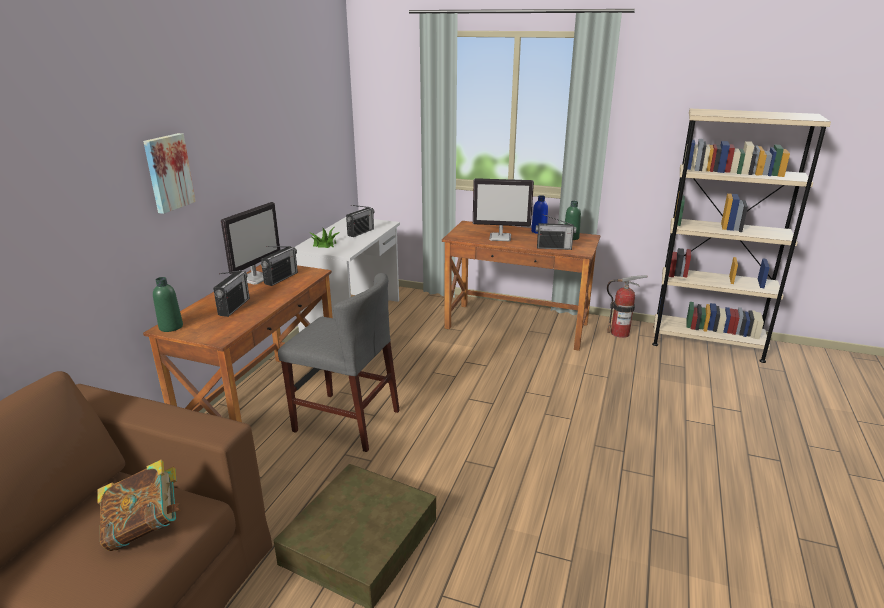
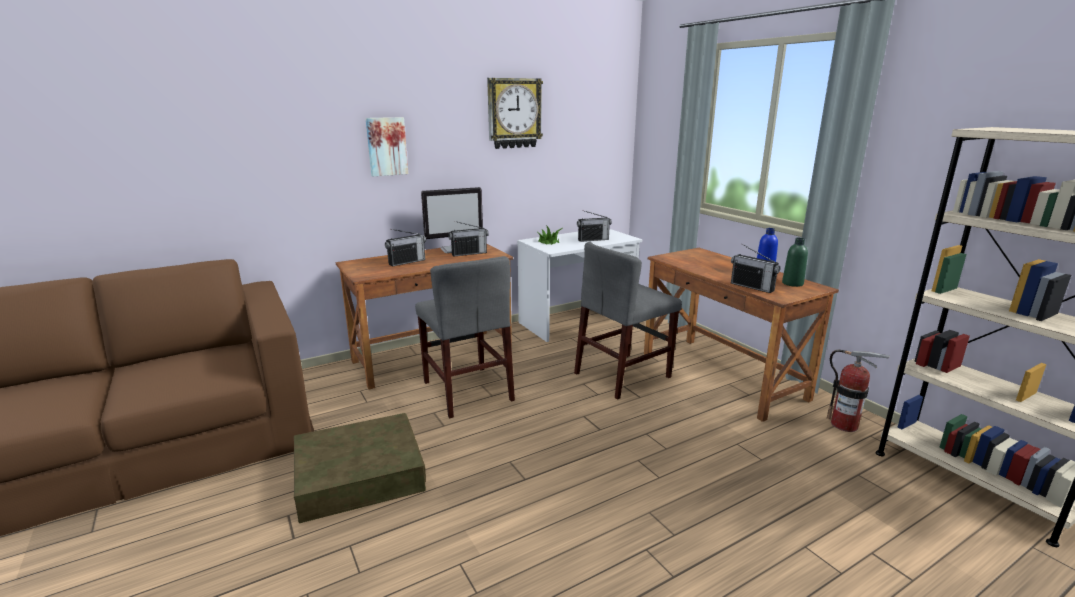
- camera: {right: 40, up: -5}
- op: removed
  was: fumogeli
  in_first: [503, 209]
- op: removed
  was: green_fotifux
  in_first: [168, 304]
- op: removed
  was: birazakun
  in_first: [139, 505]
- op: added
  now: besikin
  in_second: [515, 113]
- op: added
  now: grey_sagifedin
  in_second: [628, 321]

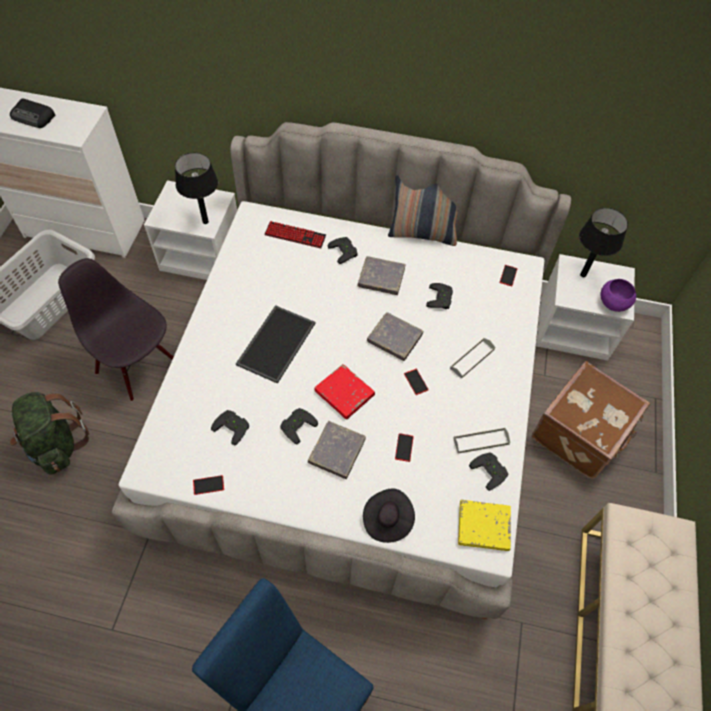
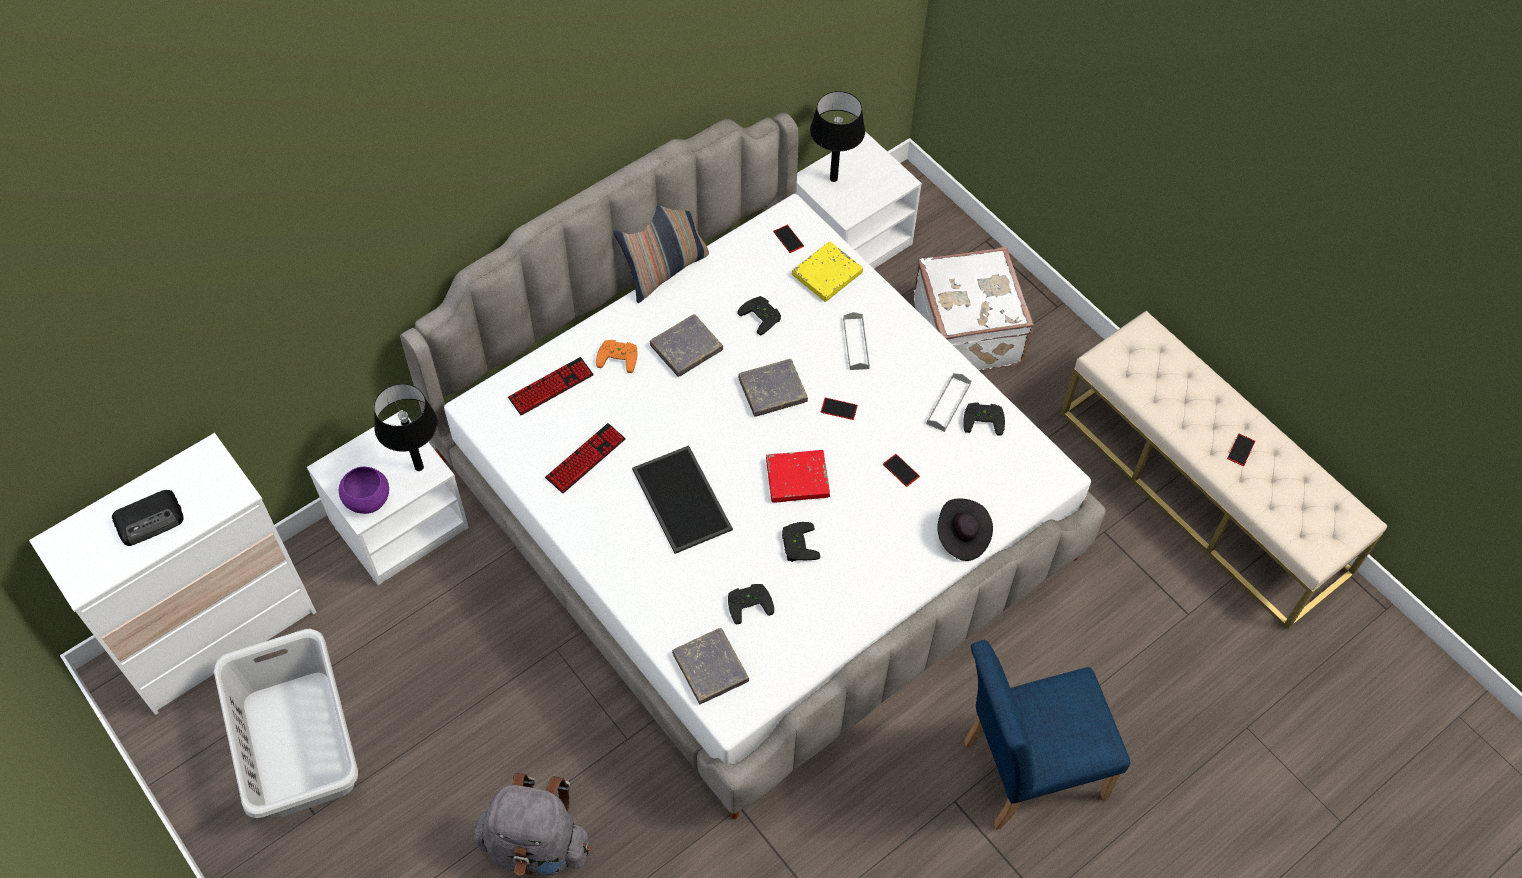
- camera: {right: -50, up: 0}
- op: recoloured
  was: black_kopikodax
  now: orange_kopikodax
  in_first: [342, 250]
  in_second: [617, 356]
- op: removed
  was: black_sagifedin
  in_first: [115, 329]
- op: moved
  was: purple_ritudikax
  in_first: [618, 295]
  in_second: [364, 490]
- op: recoloured
  was: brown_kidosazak
  now: white_kidosazak
  in_first: [591, 420]
  in_second: [973, 309]
- op: recoloured
  was: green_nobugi
  now: grey_nobugi
  in_first: [49, 433]
  in_second: [532, 824]
- op: moved
  was: grey_birazakun
  in_first: [337, 450]
  in_second: [710, 666]
- op: moved
  was: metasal
  in_first: [208, 485]
  in_second: [1241, 450]
- op: moved
  was: yellow_birazakun
  in_first: [484, 525]
  in_second: [827, 271]
- op: added
  now: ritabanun
  in_second: [585, 458]

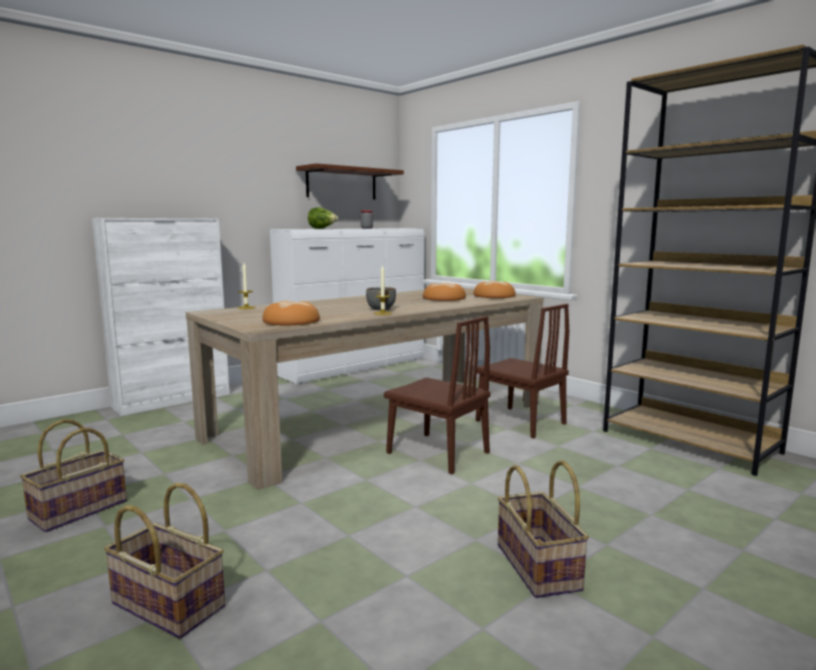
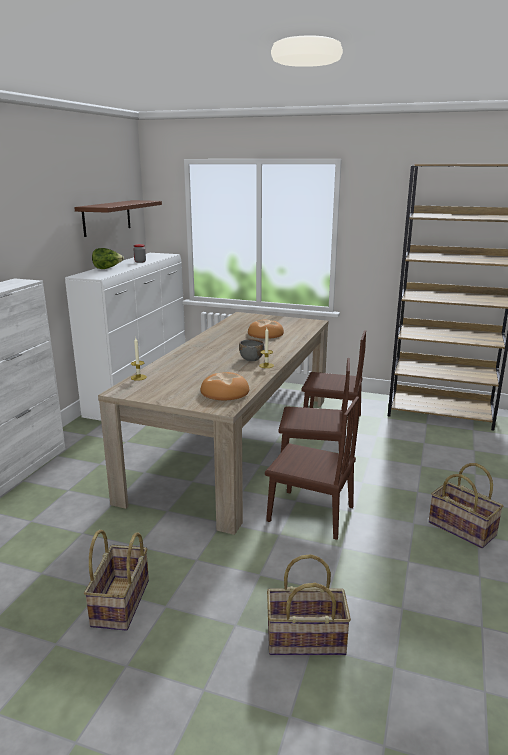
- camera: {right: -30, up: 10}
- op: removed
  was: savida
  in_first: [494, 289]
- op: added
  now: brown_sagifedin
  in_second: [312, 468]

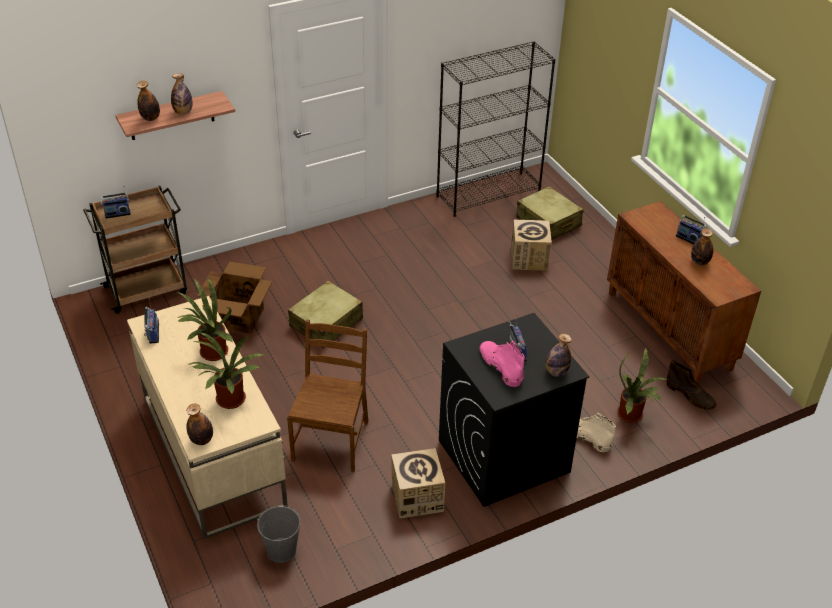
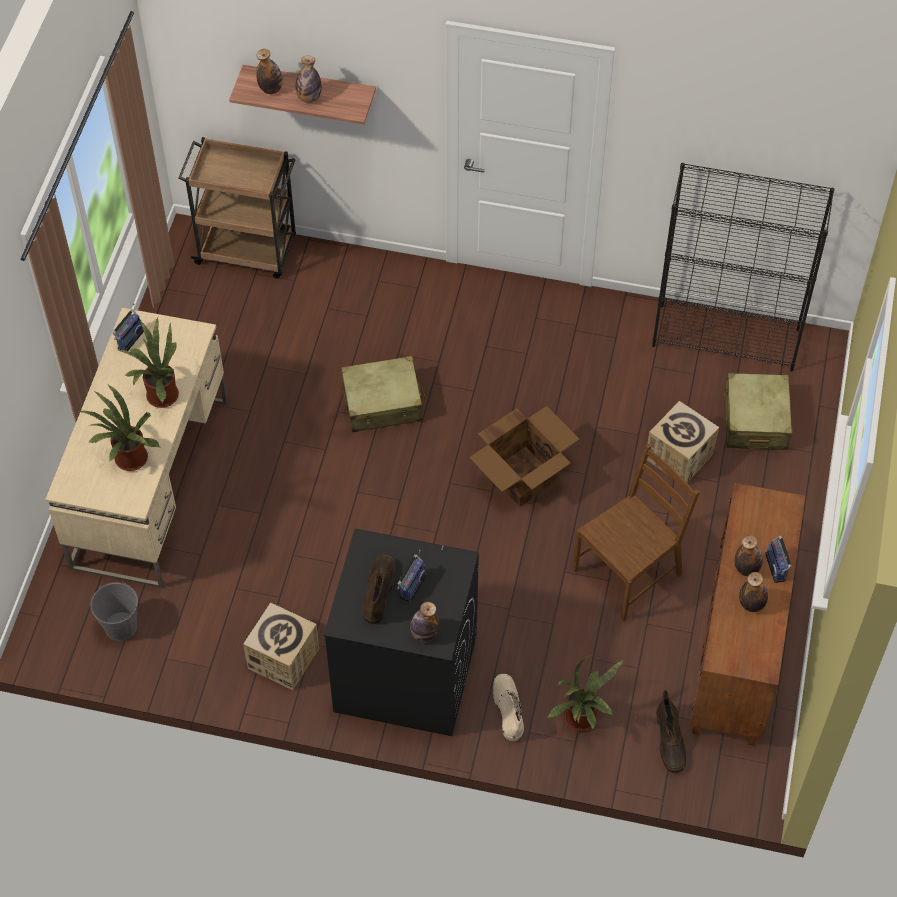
- camera: {right: 40, up: 15}
- op: removed
  was: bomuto
  in_first: [115, 202]
- op: moved
  was: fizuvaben
  in_first: [234, 298]
  in_second: [524, 456]
- op: moved
  was: brown_sagifedin
  in_first: [327, 395]
  in_second: [636, 532]
- op: recoloured
  was: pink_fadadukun
  now: brown_fadadukun
  in_first: [502, 363]
  in_second: [378, 589]
- op: moved
  was: fotifux
  in_first: [200, 424]
  in_second: [749, 555]

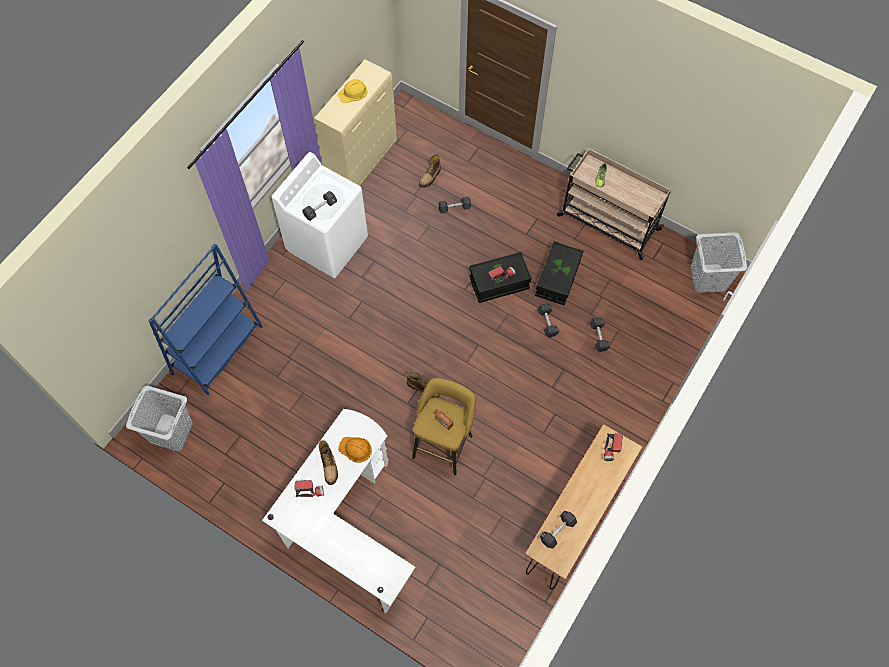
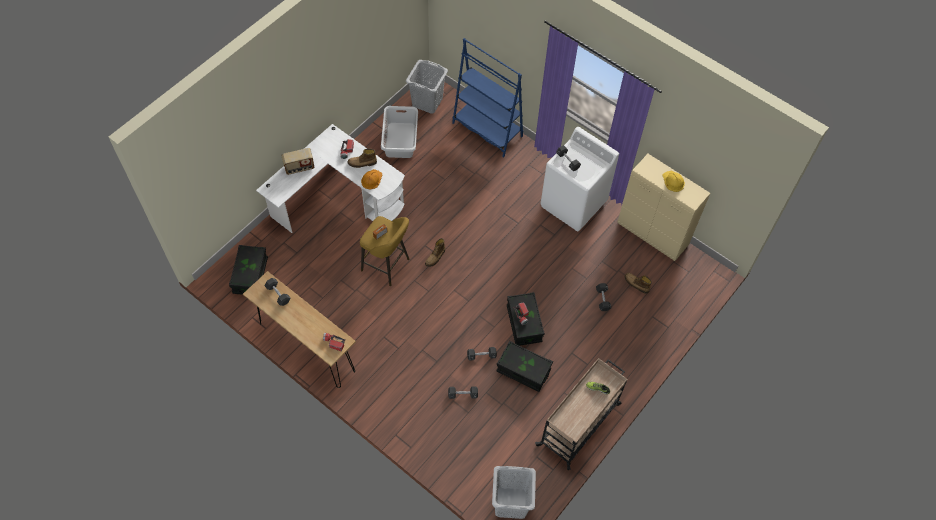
- camera: {right: 95, up: -5}
- op: added
  now: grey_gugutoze
  in_second: [399, 132]
- op: added
  now: bomuto
  in_second: [297, 161]
- op: added
  now: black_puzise
  in_second: [248, 270]

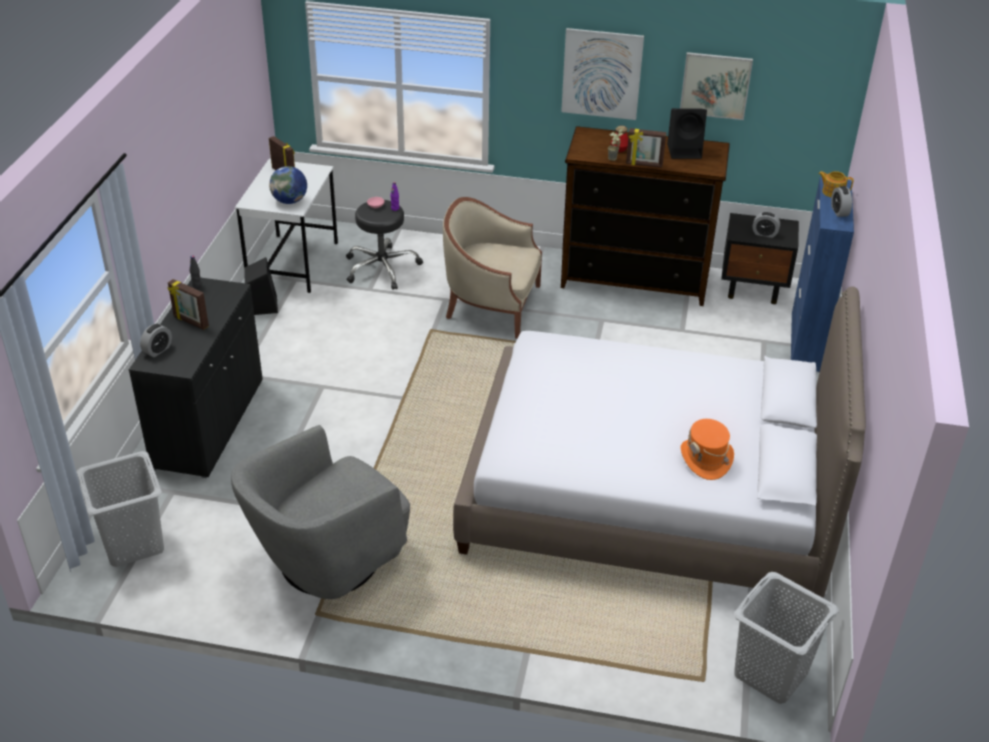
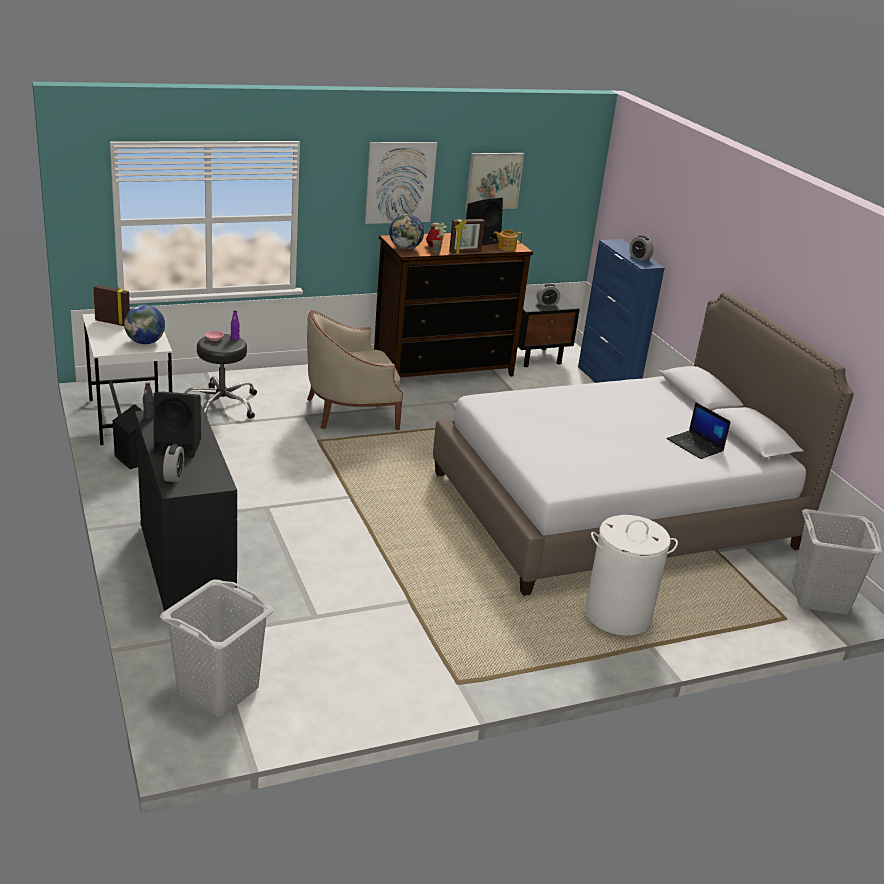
- camera: {right: -35, up: -10}
- op: moved
  was: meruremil
  in_first: [836, 184]
  in_second: [508, 240]
- op: replaced
  was: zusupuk
  now: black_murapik
  in_first: [188, 304]
  in_second: [177, 425]
- op: replaced
  was: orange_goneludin
  now: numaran
  in_first: [707, 449]
  in_second: [699, 430]
- op: removed
  was: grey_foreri
  in_first: [320, 512]
- op: added
  now: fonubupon
  in_second: [406, 232]
- op: added
  now: white_gugutoze
  in_second: [631, 575]

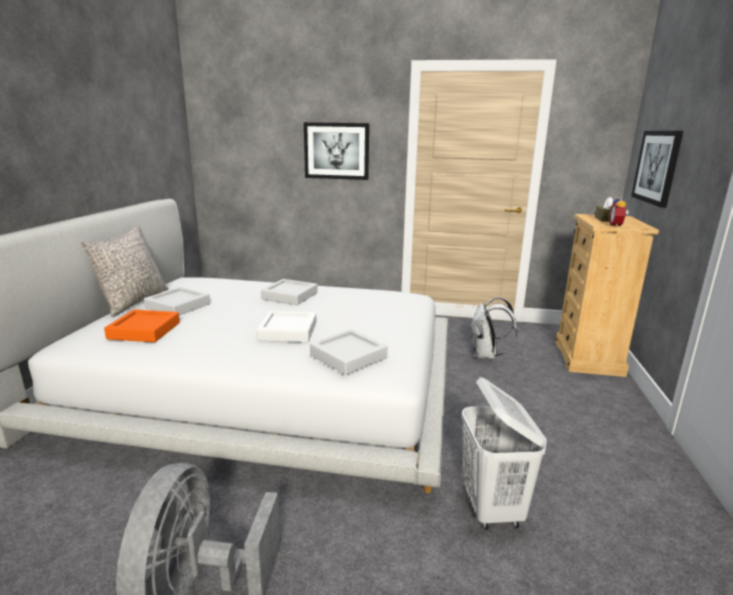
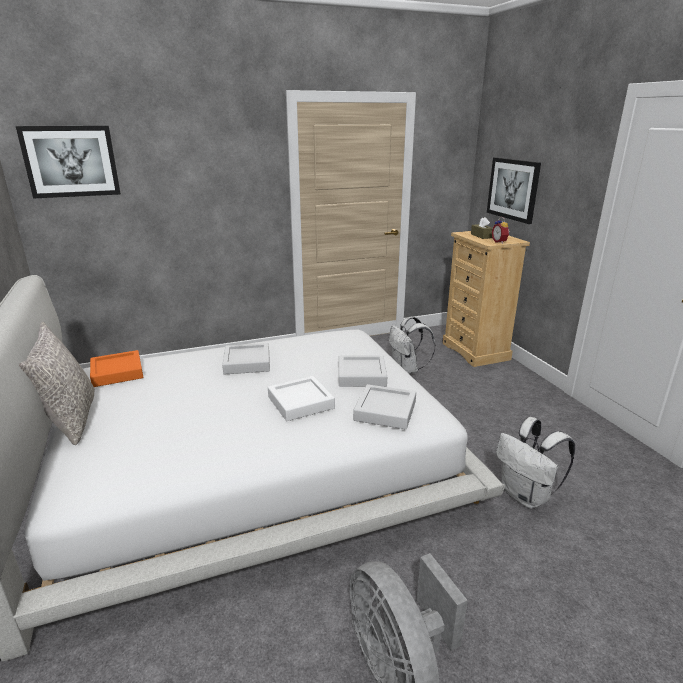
- camera: {right: -30, up: 5}
- op: moved
  was: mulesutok
  in_first: [336, 151]
  in_second: [68, 162]
- op: moved
  was: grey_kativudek
  in_first: [177, 301]
  in_second: [363, 371]
- op: moved
  was: orange_kativudek
  in_first: [142, 326]
  in_second: [116, 368]
- op: replaced
  was: white_gugutoze
  now: white_nobugi
  in_first: [504, 453]
  in_second: [535, 463]

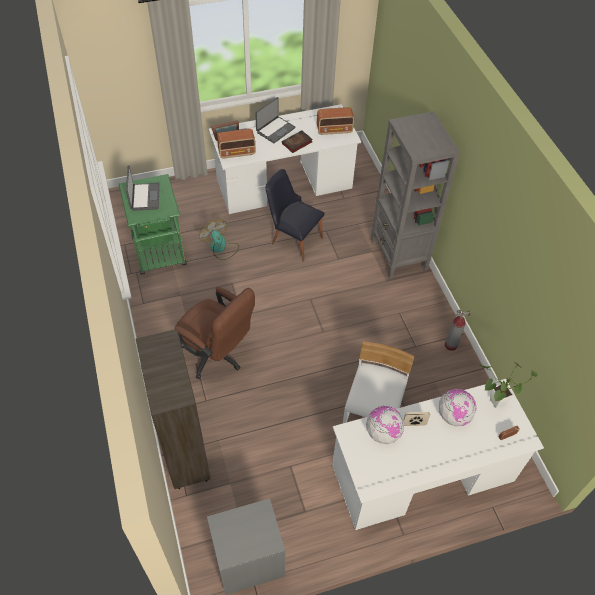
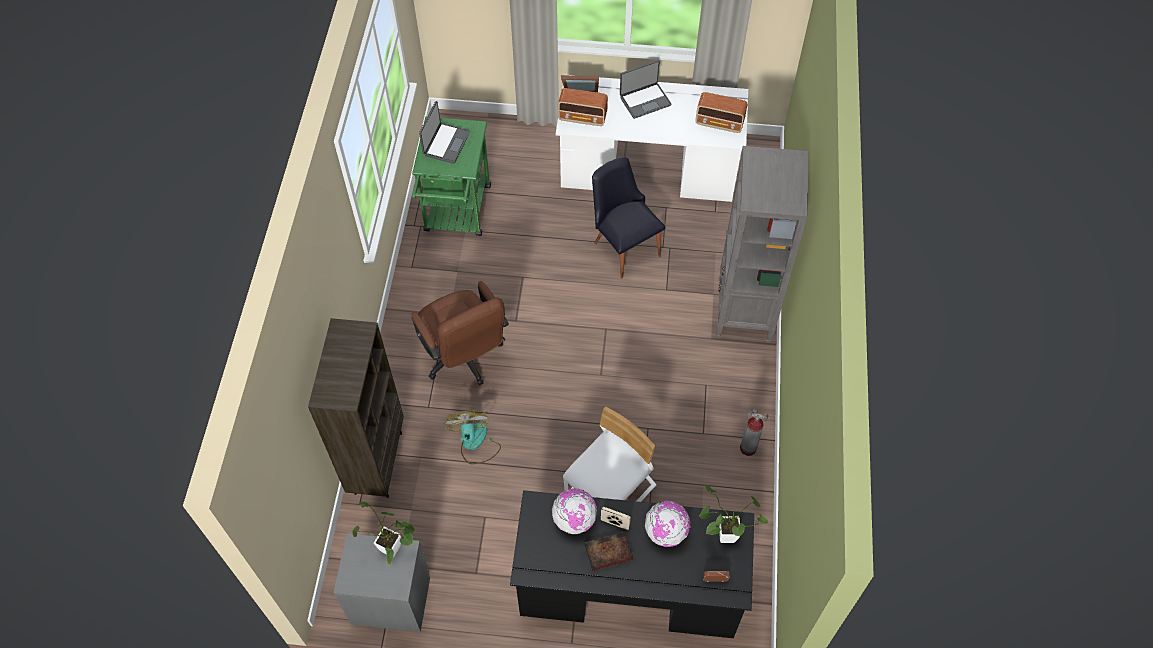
- camera: {right: 25, up: 5}
- op: moved
  was: birazakun
  in_first: [297, 141]
  in_second: [608, 551]
- op: moved
  was: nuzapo
  in_first: [219, 239]
  in_second: [472, 438]
- op: recoloured
  was: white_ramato
  now: black_ramato
  in_first: [438, 454]
  in_second: [632, 564]
- op: added
  now: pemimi
  in_second: [383, 534]

